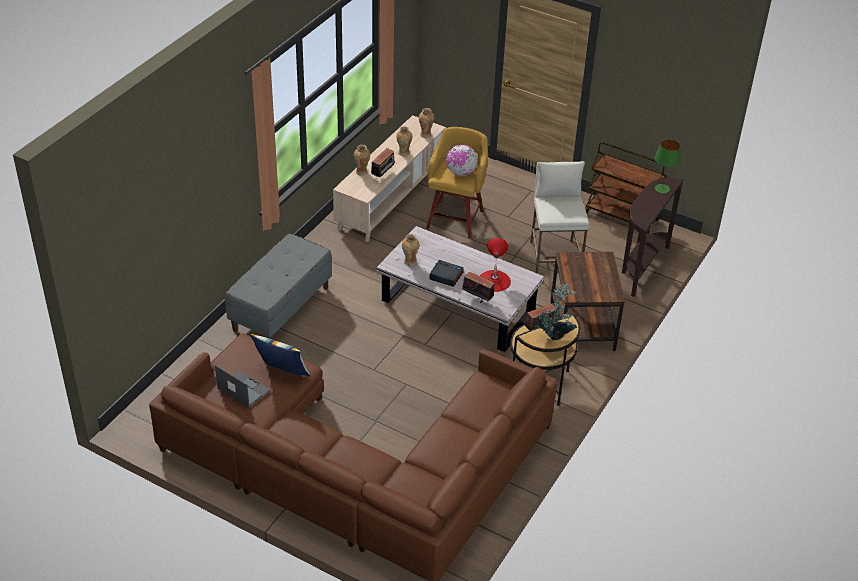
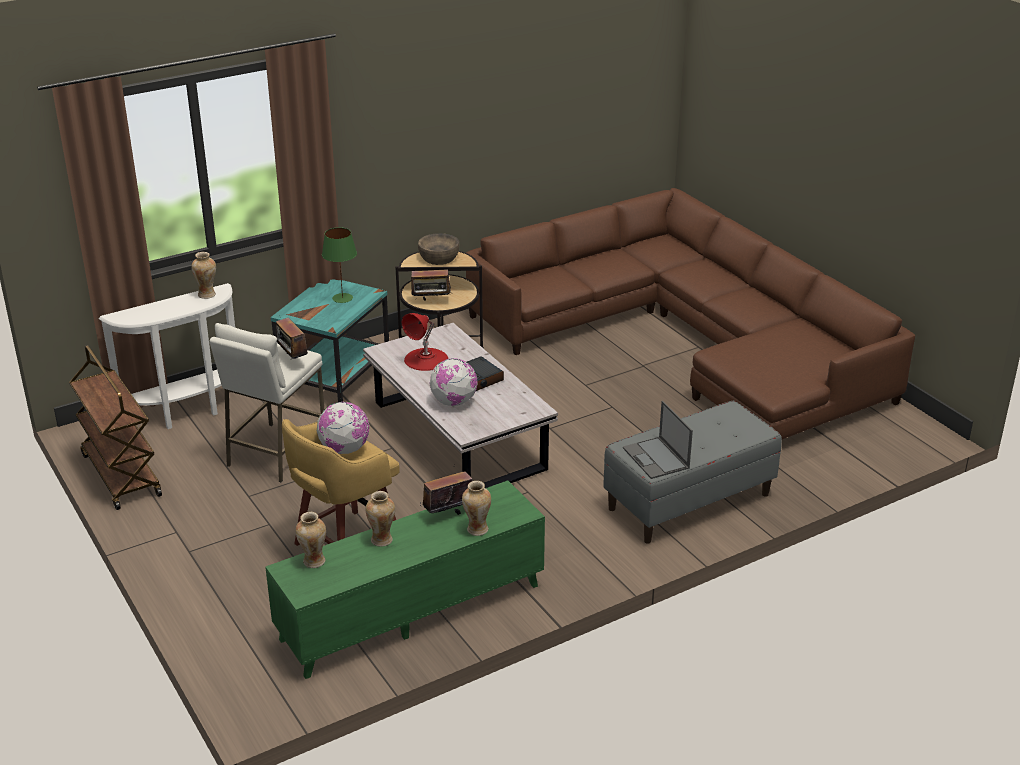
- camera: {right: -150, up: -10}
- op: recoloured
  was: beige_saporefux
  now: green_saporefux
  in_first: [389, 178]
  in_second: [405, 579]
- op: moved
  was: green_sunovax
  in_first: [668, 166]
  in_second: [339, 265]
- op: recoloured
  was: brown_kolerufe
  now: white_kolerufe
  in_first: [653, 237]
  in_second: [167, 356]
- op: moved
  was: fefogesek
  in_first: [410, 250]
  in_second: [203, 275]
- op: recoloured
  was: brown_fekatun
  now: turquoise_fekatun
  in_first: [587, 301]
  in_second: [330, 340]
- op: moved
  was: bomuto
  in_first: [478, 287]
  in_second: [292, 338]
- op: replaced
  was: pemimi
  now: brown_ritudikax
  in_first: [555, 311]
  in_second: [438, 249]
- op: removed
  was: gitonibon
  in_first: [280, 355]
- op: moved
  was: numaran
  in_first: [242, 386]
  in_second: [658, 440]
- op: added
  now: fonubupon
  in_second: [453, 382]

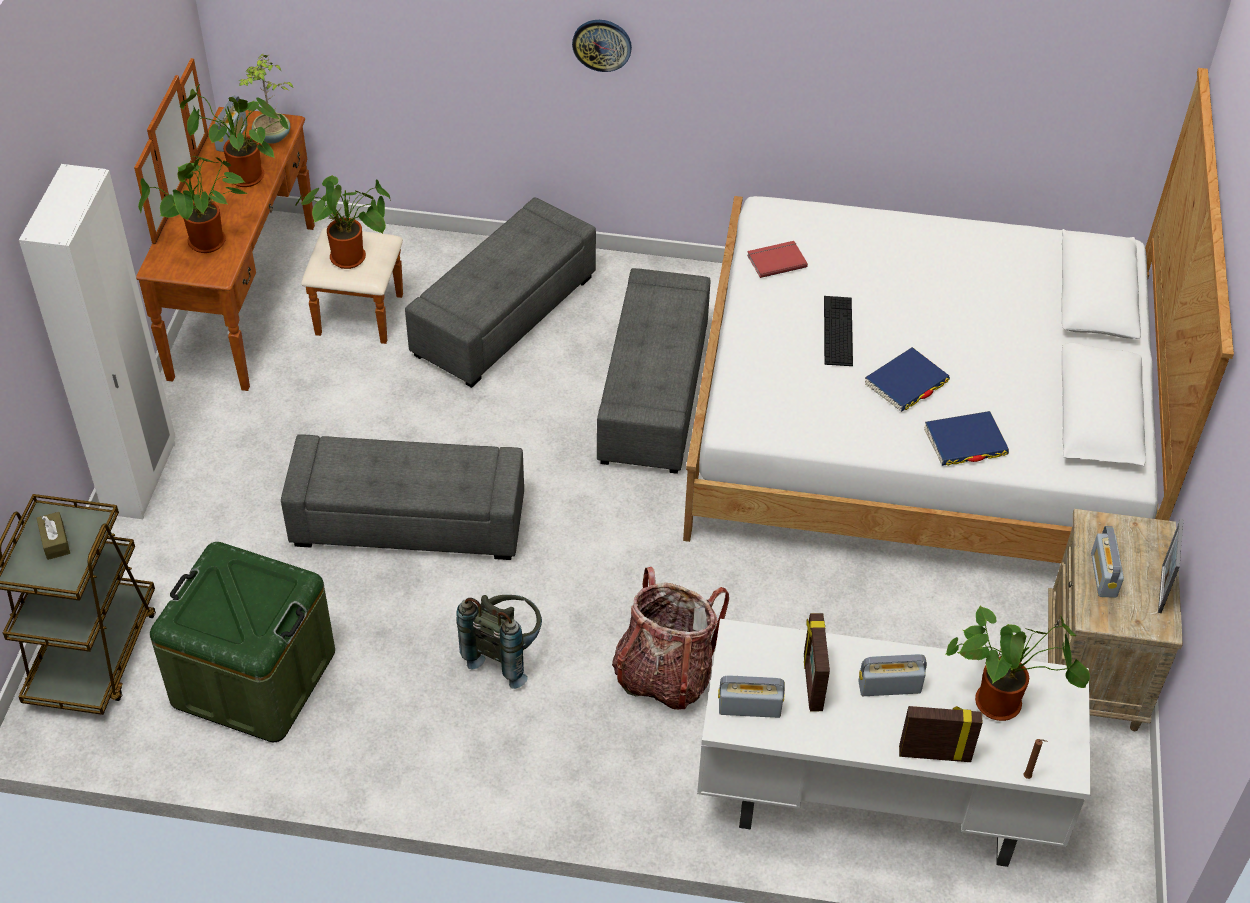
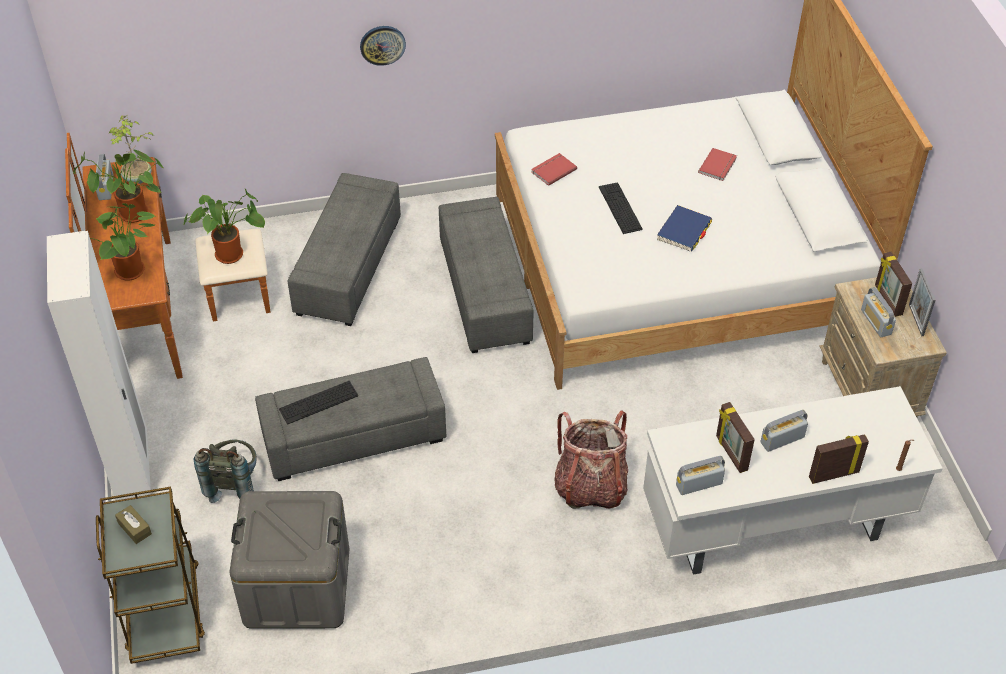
- camera: {right: -20, up: 0}
- op: removed
  was: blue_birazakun
  in_first: [966, 438]
- op: recoloured
  was: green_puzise
  now: grey_puzise
  in_first: [242, 642]
  in_second: [289, 560]
- op: moved
  was: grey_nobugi
  in_first: [499, 642]
  in_second: [225, 471]
- op: removed
  was: pemimi
  in_first: [1017, 663]
- op: added
  now: red_birazakun
  in_second: [717, 164]
- op: added
  now: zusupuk
  in_second: [893, 284]
- op: added
  now: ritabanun
  in_second: [318, 402]

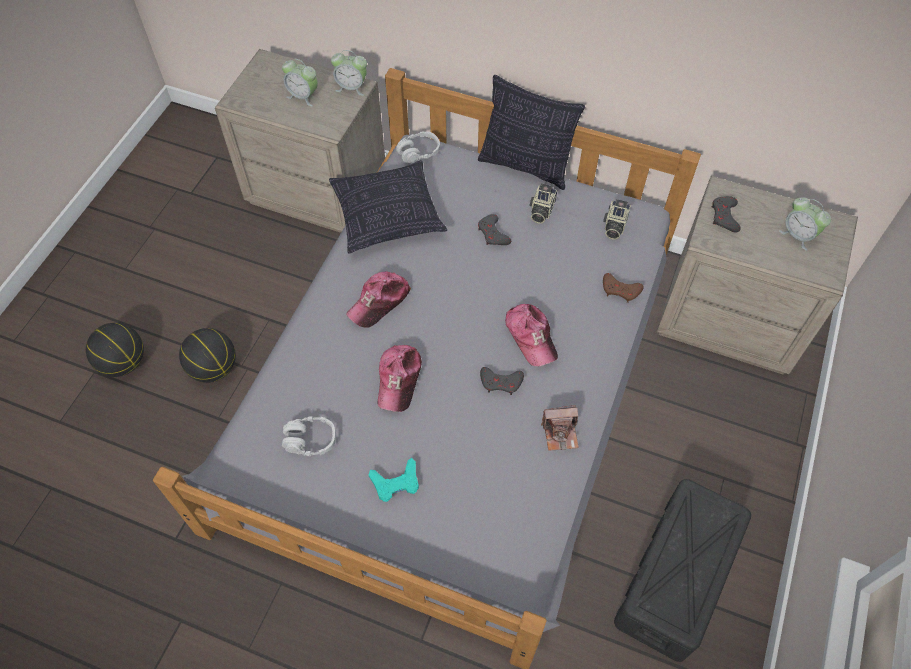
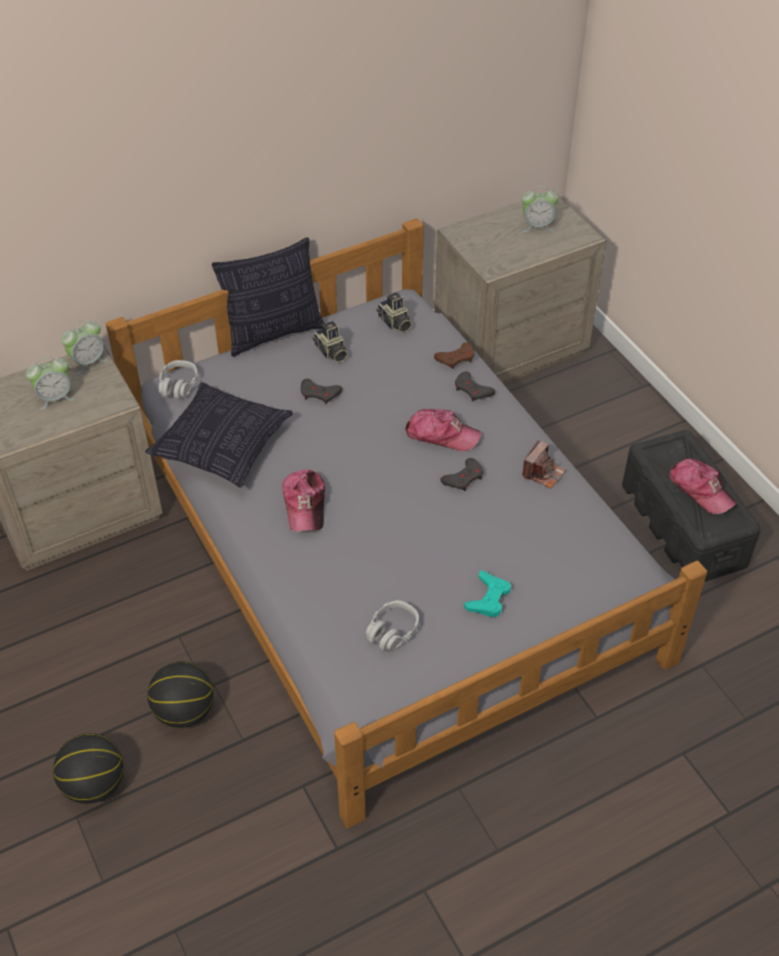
- camera: {right: -50, up: -10}
- op: moved
  was: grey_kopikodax
  in_first: [726, 214]
  in_second: [475, 386]
- op: moved
  was: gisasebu
  in_first: [400, 378]
  in_second: [702, 486]

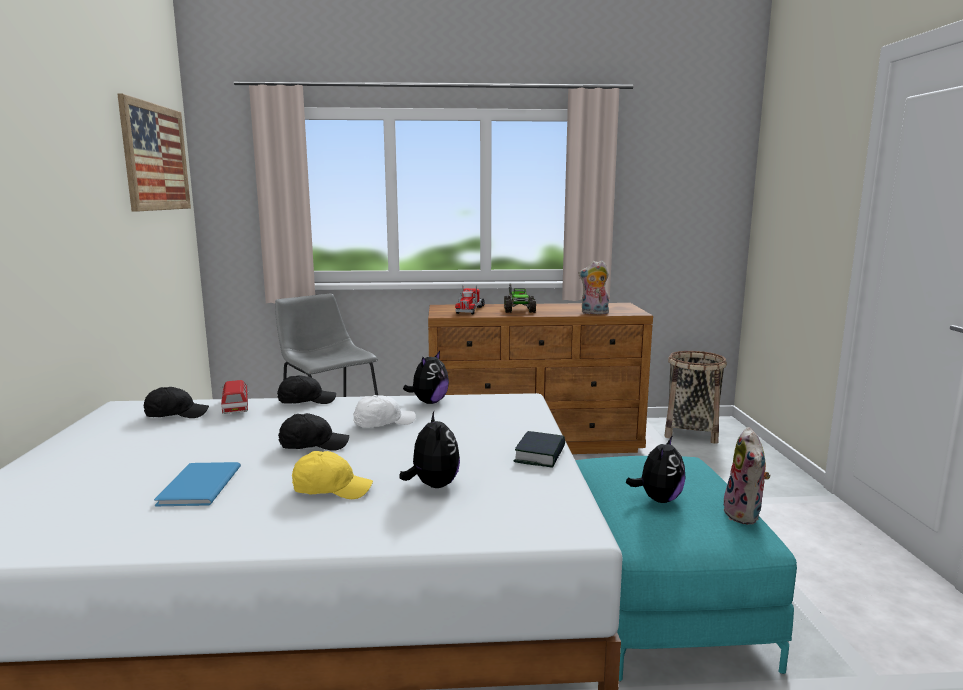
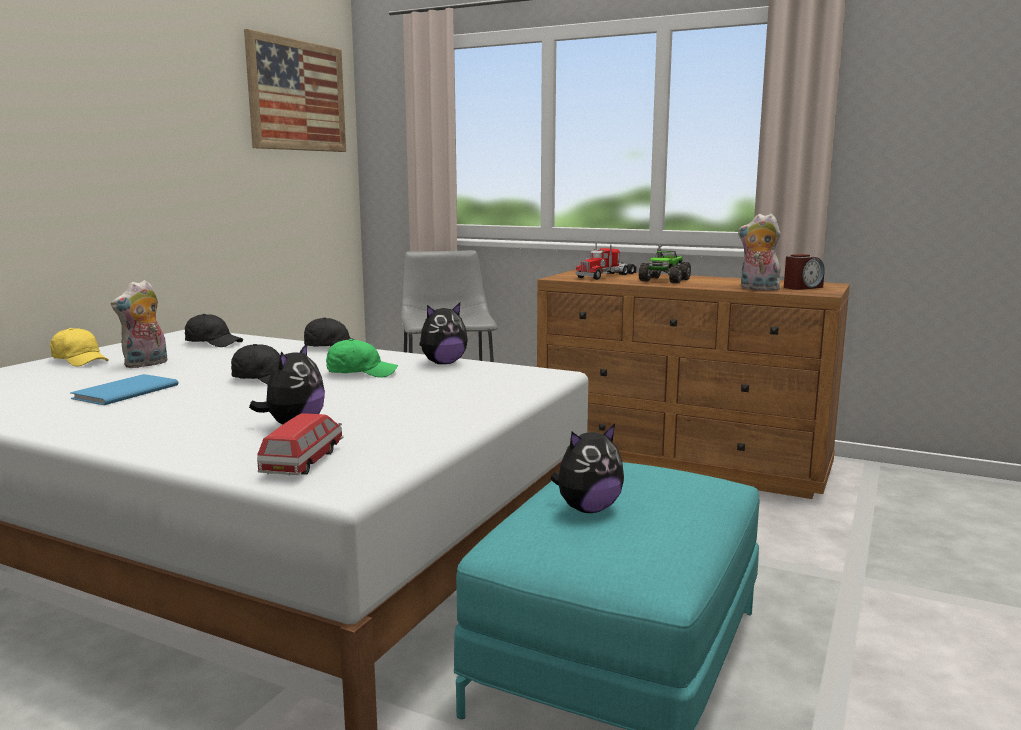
- camera: {right: 30, up: 0}
- op: removed
  was: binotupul
  in_first: [695, 397]
- op: moved
  was: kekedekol
  in_first: [235, 397]
  in_second: [300, 444]
- op: recoloured
  was: white_gisasebu
  now: green_gisasebu
  in_first: [384, 411]
  in_second: [362, 358]
- op: moved
  was: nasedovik
  in_first: [747, 475]
  in_second: [139, 324]
- op: removed
  was: birazakun
  in_first: [539, 449]
- op: moved
  was: yellow_gisasebu
  in_first: [332, 475]
  in_second: [79, 347]
- op: added
  now: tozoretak
  in_second: [804, 272]

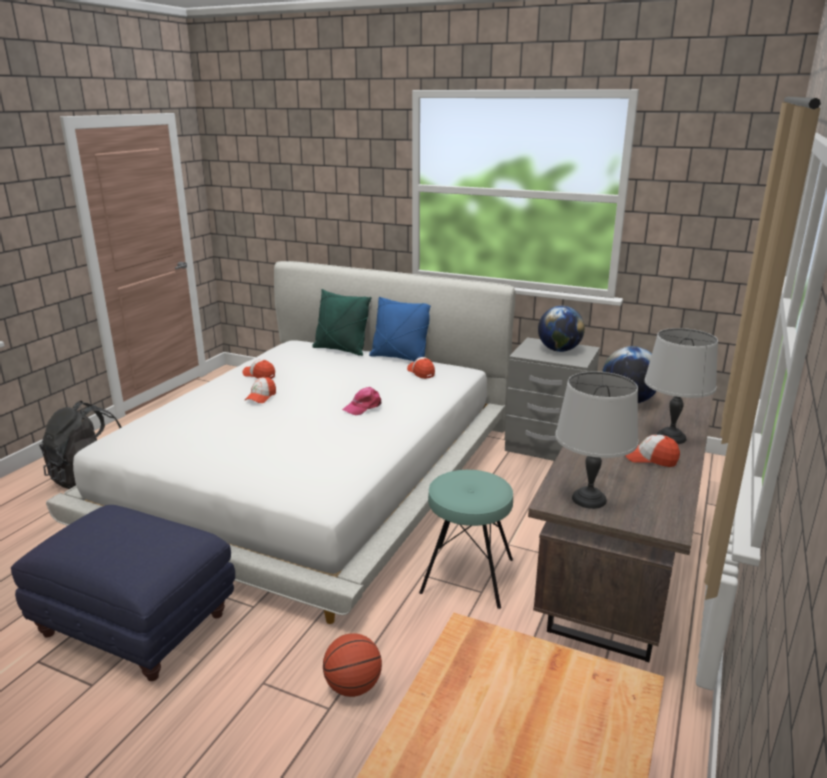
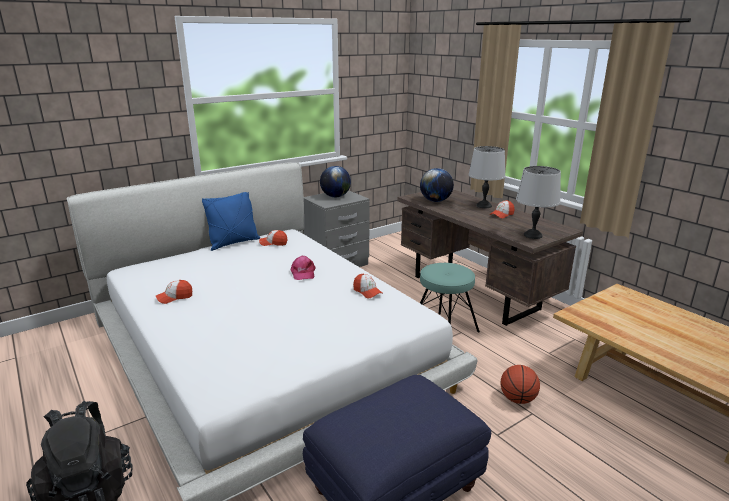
- camera: {right: -60, up: 0}
- op: removed
  was: green_gitonibon
  in_first: [342, 322]
- op: moved
  was: gisasebu
  in_first: [260, 389]
  in_second: [367, 286]

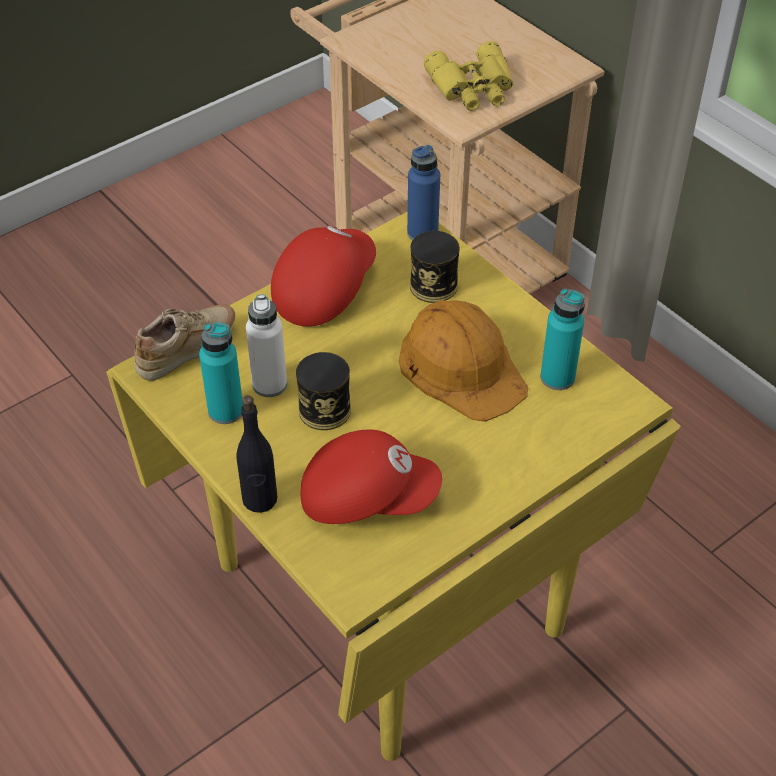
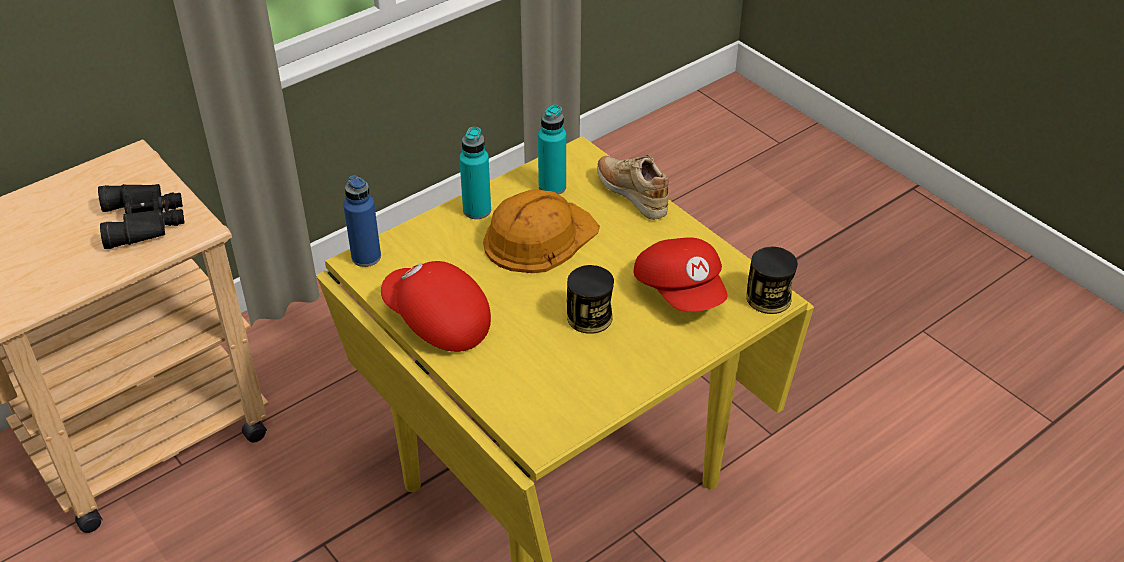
- camera: {right: -90, up: -5}
- op: recoloured
  was: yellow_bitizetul
  now: black_bitizetul
  in_first: [468, 76]
  in_second: [141, 216]
- op: moved
  was: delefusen
  in_first: [435, 267]
  in_second: [772, 280]
- op: removed
  was: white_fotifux
  in_first: [266, 345]
- op: moved
  was: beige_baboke
  in_first: [184, 342]
  in_second: [633, 187]
- op: moved
  was: turquoise_fotifux
  in_first: [221, 373]
  in_second: [475, 173]
- op: removed
  was: black_fotifux
  in_first: [256, 454]
- op: turned
  was: red_gisasebu
  in_first: [371, 477]
  in_second: [680, 274]
  clockwise: 150

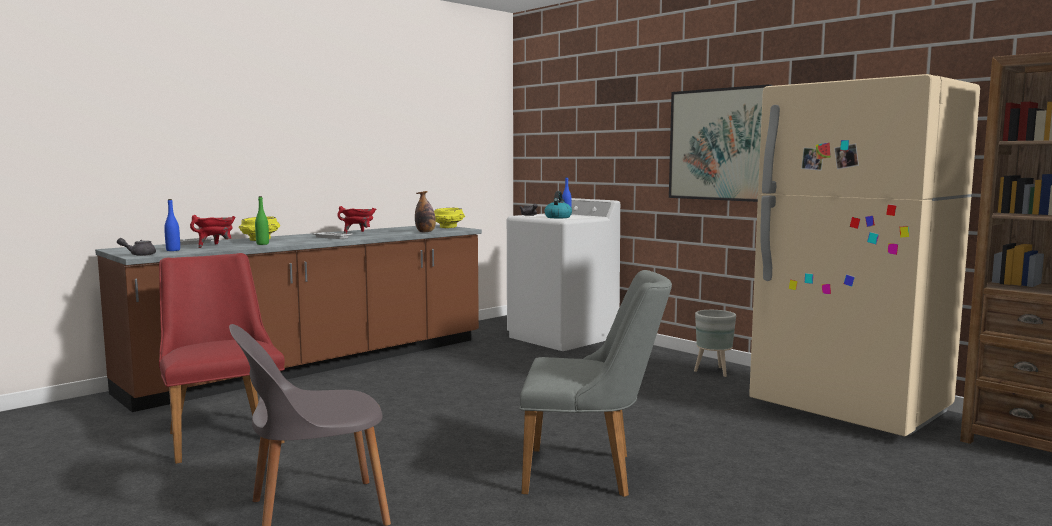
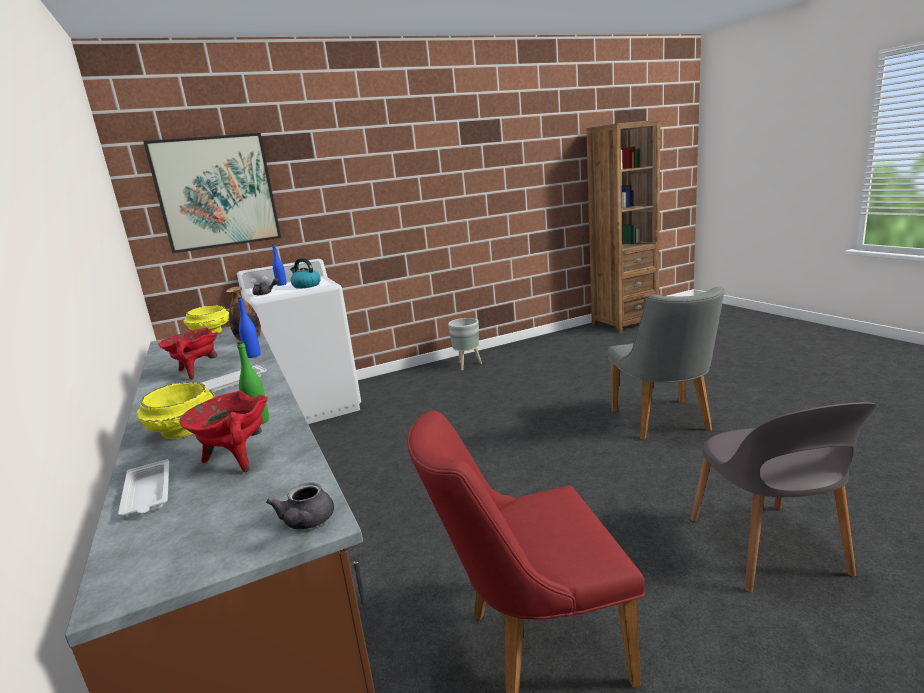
- camera: {right: -70, up: 10}
- op: removed
  was: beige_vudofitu
  in_first: [864, 255]
- op: moved
  was: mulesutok
  in_first: [720, 143]
  in_second: [212, 193]
- op: moved
  was: blue_fotifux
  in_first: [172, 225]
  in_second: [249, 327]
- op: turned
  was: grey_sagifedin
  in_first: [595, 383]
  in_second: [666, 363]
  clockwise: 150

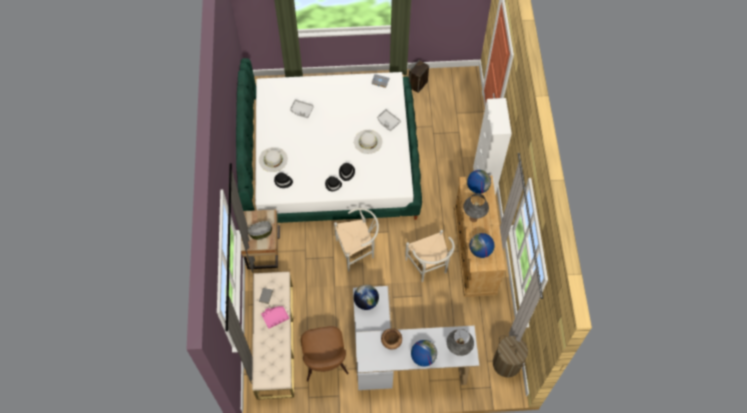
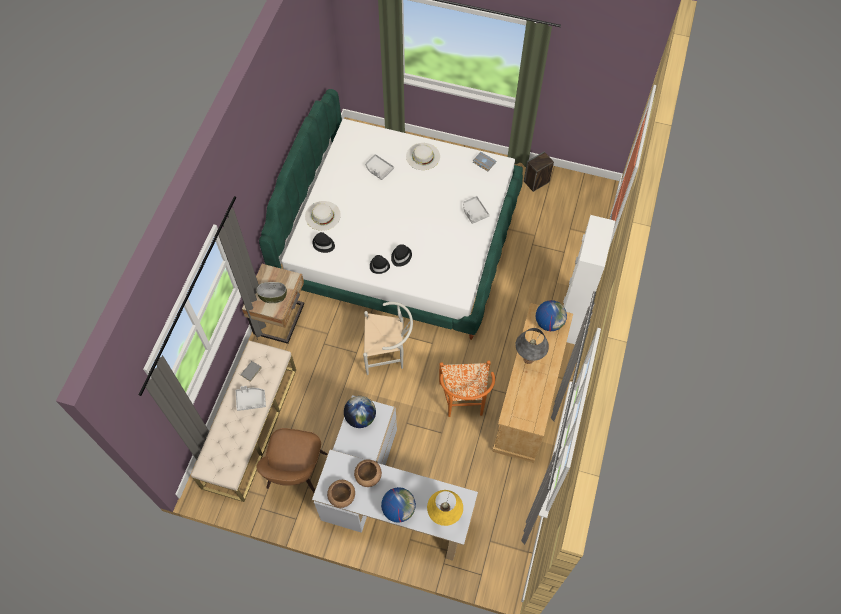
- camera: {right: 20, up: 0}
- op: moved
  was: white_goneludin
  in_first: [368, 142]
  in_second: [423, 156]
- op: recoloured
  was: white_sagifedin
  now: orange_sagifedin
  in_first: [430, 256]
  in_second: [467, 388]
- op: removed
  was: fonubupon
  in_first: [482, 245]
- op: recoloured
  was: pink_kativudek
  now: grey_kativudek
  in_first: [275, 317]
  in_second: [251, 398]
- op: recoloured
  was: grey_sunovax
  now: yellow_sunovax
  in_first: [460, 342]
  in_second: [445, 508]
- op: removed
  was: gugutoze
  in_first: [510, 356]
- op: added
  now: brown_ritudikax
  in_second: [341, 494]

